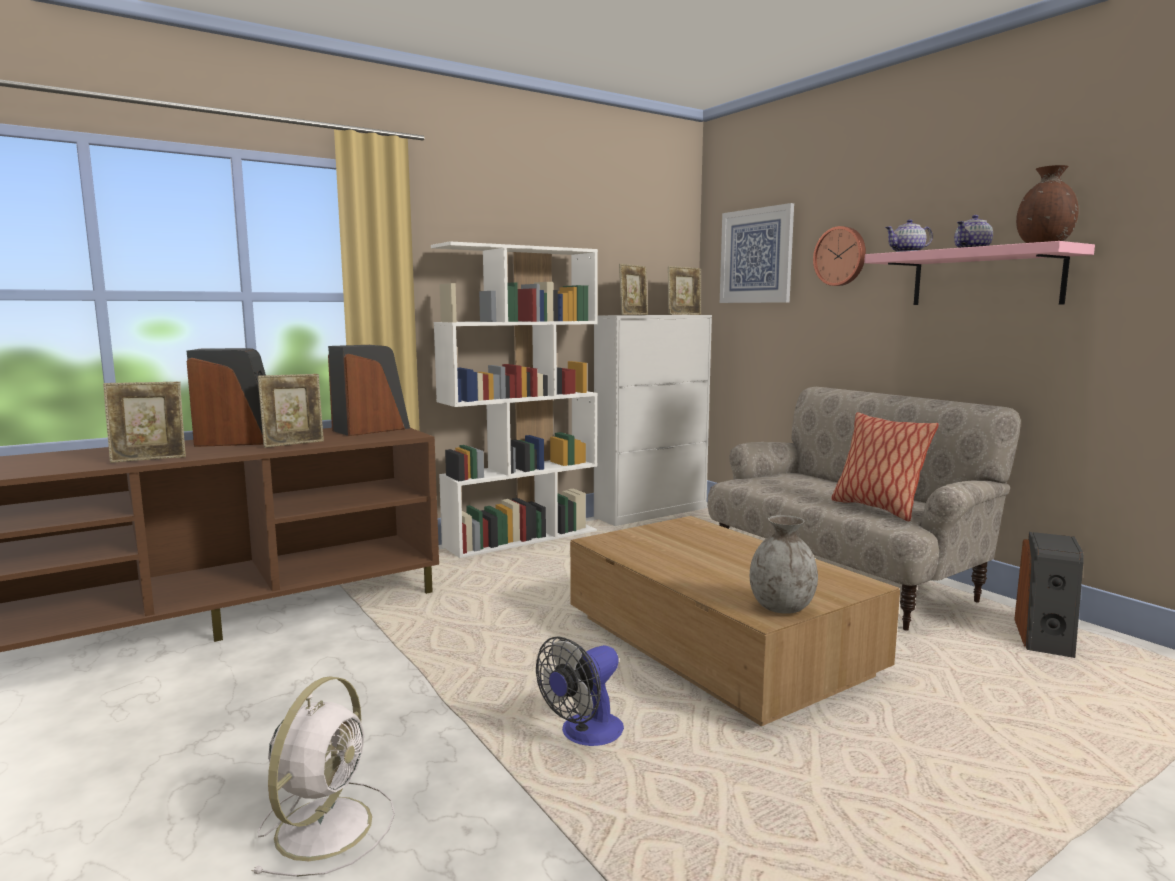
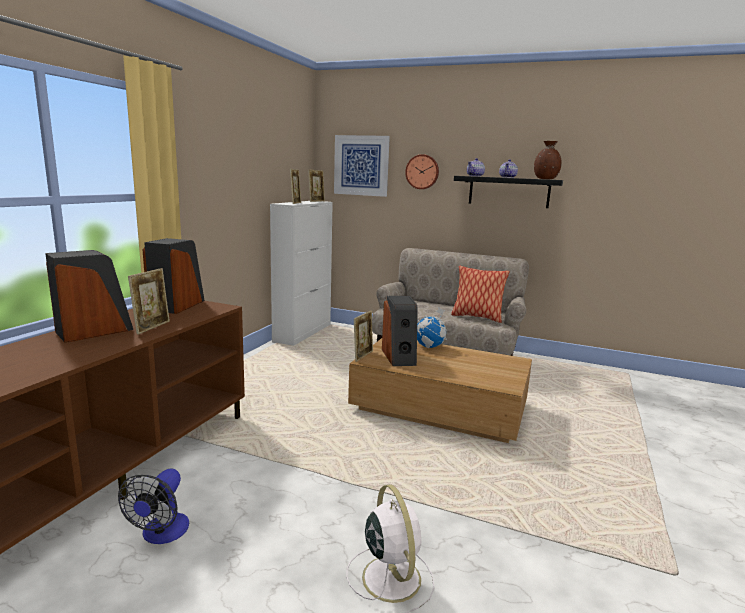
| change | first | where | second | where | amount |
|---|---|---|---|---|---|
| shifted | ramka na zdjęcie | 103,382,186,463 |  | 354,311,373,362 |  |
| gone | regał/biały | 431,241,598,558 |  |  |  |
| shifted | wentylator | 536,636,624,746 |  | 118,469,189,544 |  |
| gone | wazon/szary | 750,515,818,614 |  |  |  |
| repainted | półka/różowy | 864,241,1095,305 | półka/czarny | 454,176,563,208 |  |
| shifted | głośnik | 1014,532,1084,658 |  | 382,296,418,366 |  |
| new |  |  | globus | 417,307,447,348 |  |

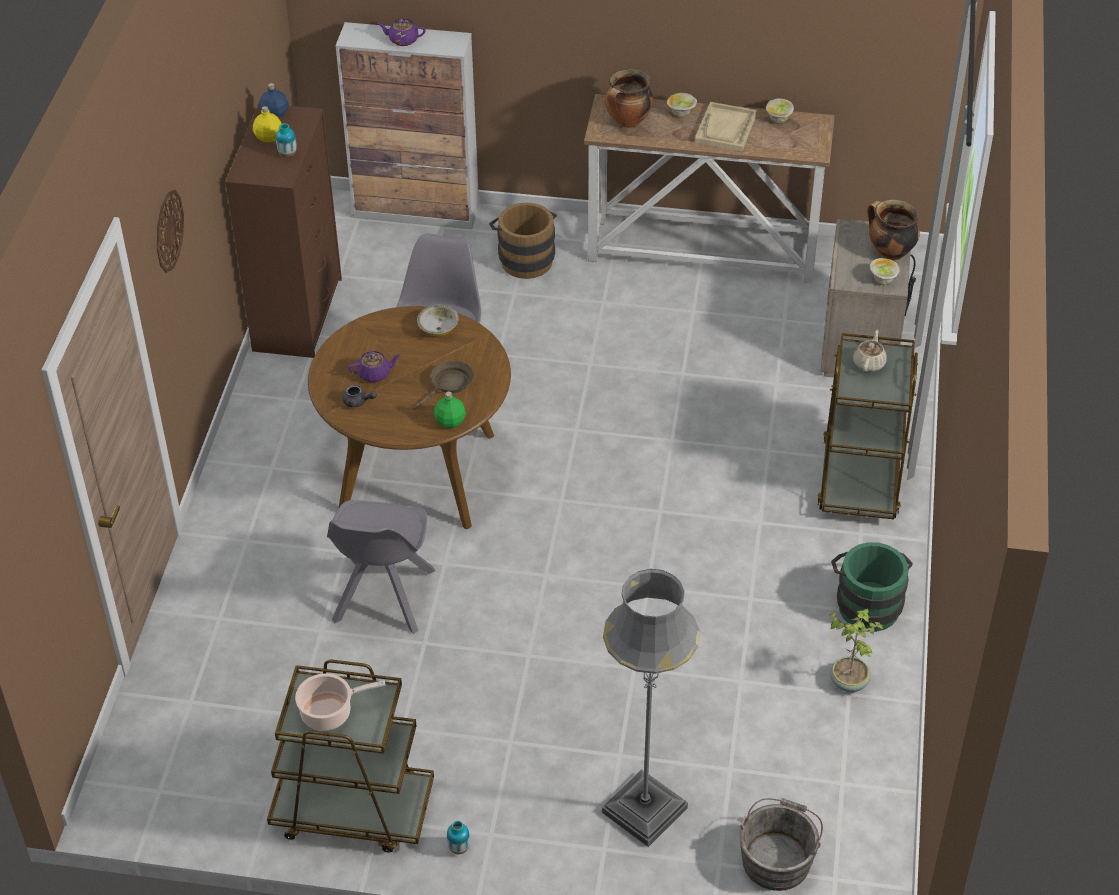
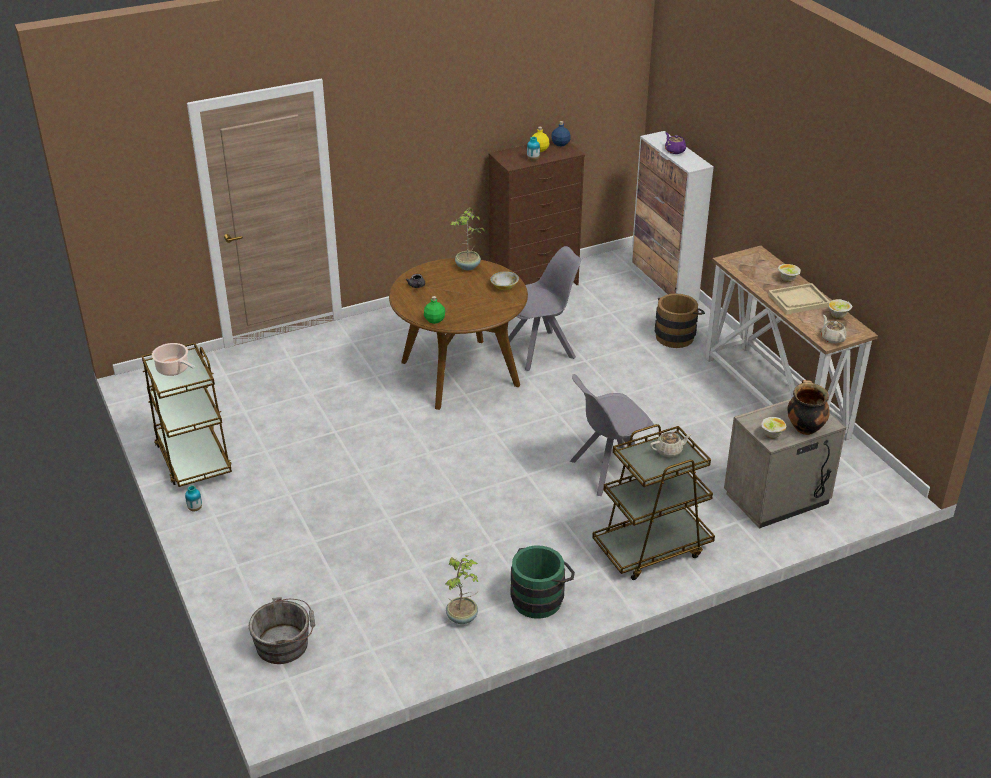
| change | first | where | second | where | amount |
|---|---|---|---|---|---|
| gone | zegar ścienny | 157,190,184,273 |  |  |  |
| shifted | krzesło/szary | 327,500,435,634 |  | 569,374,654,496 |  |
| gone | imbryk/fioletowy | 348,351,401,382 |  |  |  |
| gone | patelnia/brązowy | 413,361,474,410 |  |  |  |
| gone | lampa stojąca/szary | 602,569,700,847 |  |  |  |
| gone | garnek | 605,69,653,128 |  |  |  |
| new |  |  | roślina doniczkowa | 450,208,485,270 |  |
| new |  |  | imbryk/beżowy | 821,315,846,344 |  |

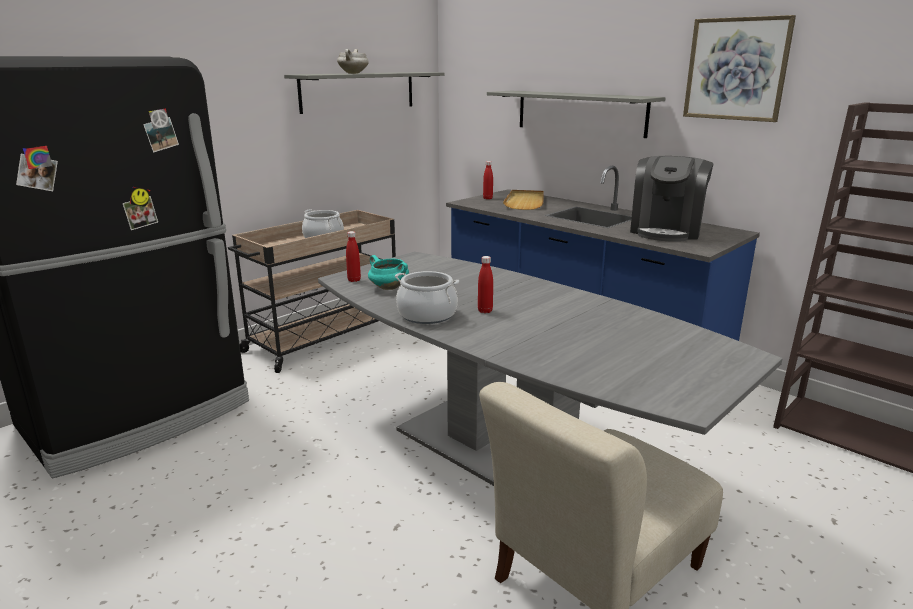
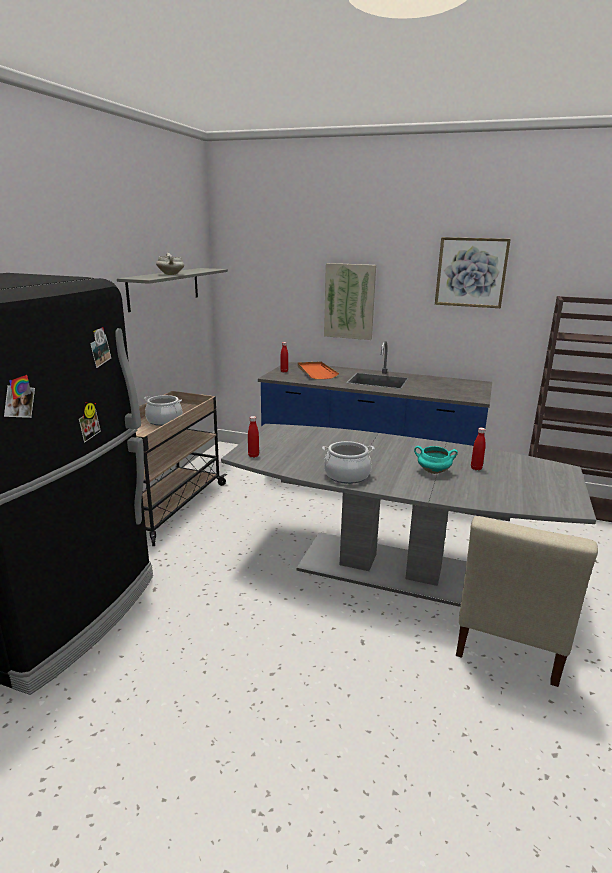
| change | first | where | second | where | amount |
|---|---|---|---|---|---|
| shifted | garnek/turkusowy | 368,255,409,290 |  | 414,446,458,474 |  |
| shifted | butelka/czerwony | 478,256,493,313 |  | 471,428,486,470 |  |
| swapped | półka/szary | 487,91,666,138 | obraz | 324,263,376,340 |  |
| repainted | taca/beżowy | 503,190,544,210 | taca/pomarańczowy | 297,361,339,379 |  |
| gone | ekspres do kawy | 630,156,713,242 |  |  |  |

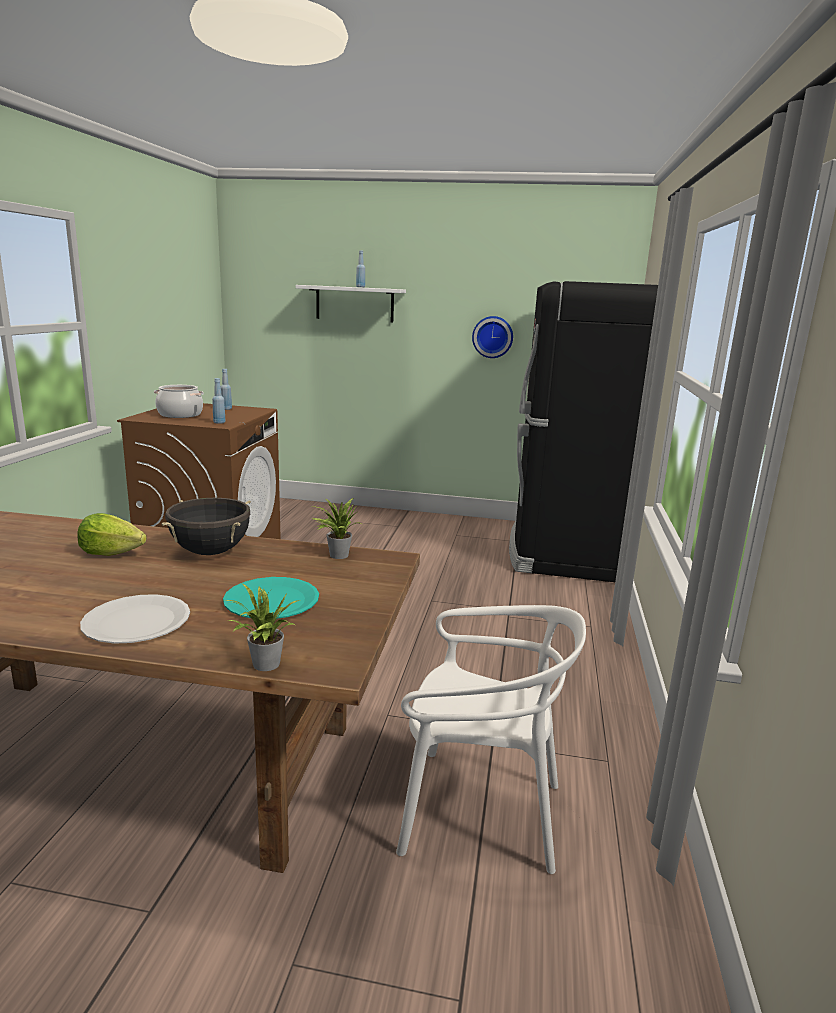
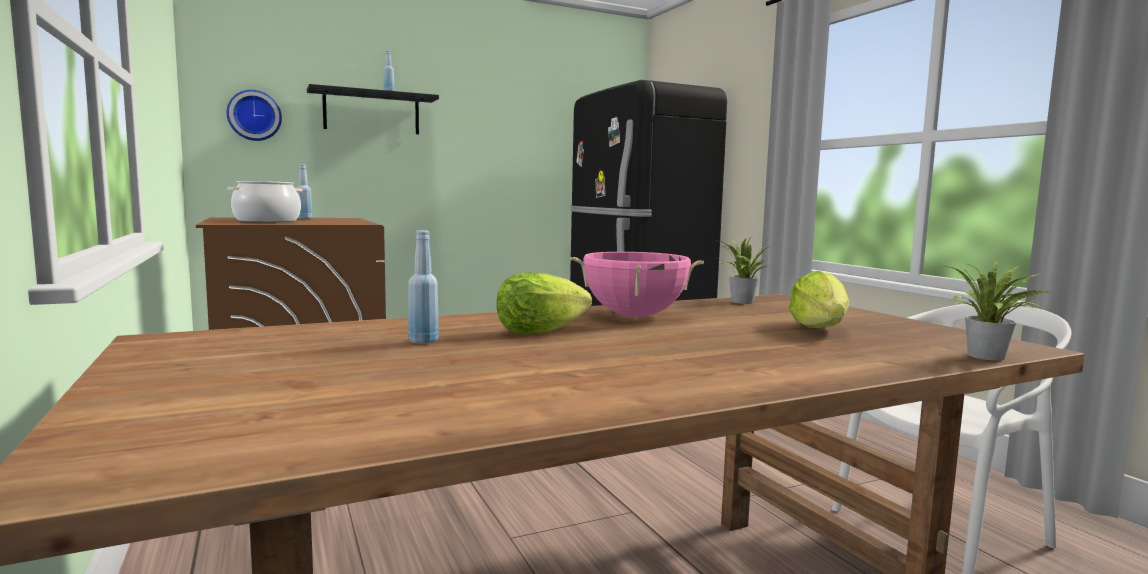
| change | first | where | second | where | amount |
|---|---|---|---|---|---|
| gone | talerz/biały | 80,594,190,644 |  |  |  |
| repainted | garnek/czarny | 162,498,251,555 | garnek/różowy | 570,252,704,317 |  |
| shifted | butelka/niebieski | 212,378,225,424 |  | 408,230,439,344 |  |
| swapped | talerz/turkusowy | 223,577,319,619 | sałata | 789,271,849,328 |  |
| repainted | półka/biały | 296,285,406,323 | półka/czarny | 307,84,439,134 |  |
| shifted | zegar ścienny | 472,316,513,358 |  | 227,90,282,141 |  |

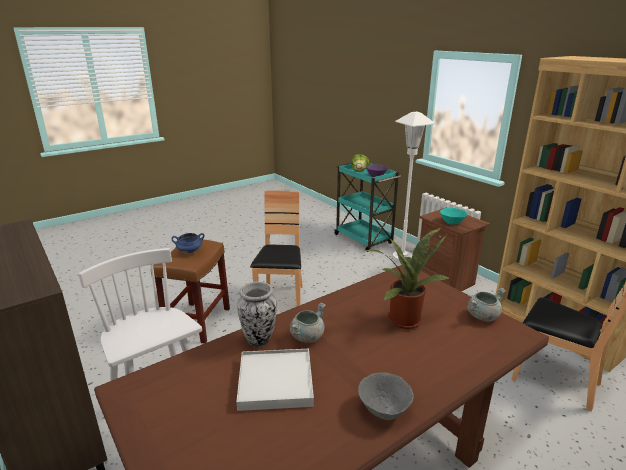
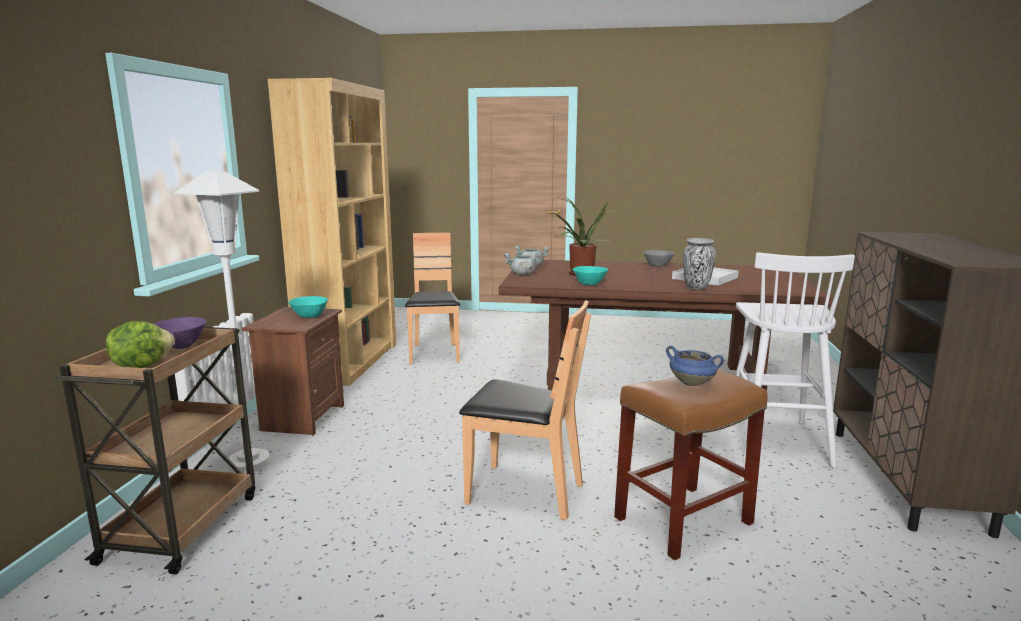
| change | first | where | second | where | amount |
|---|---|---|---|---|---|
| rotated | krzesło/brązowy | 250,191,303,306 |  | 459,300,591,520 | 120 degrees counterclockwise |
| shifted | garnek/szary | 290,302,326,343 |  | 504,252,541,275 |  |
| repainted | wózek/turkusowy | 334,163,401,252 | wózek/brązowy | 54,327,255,574 |  |
| new |  |  | miska/turkusowy | 573,266,608,285 |  |

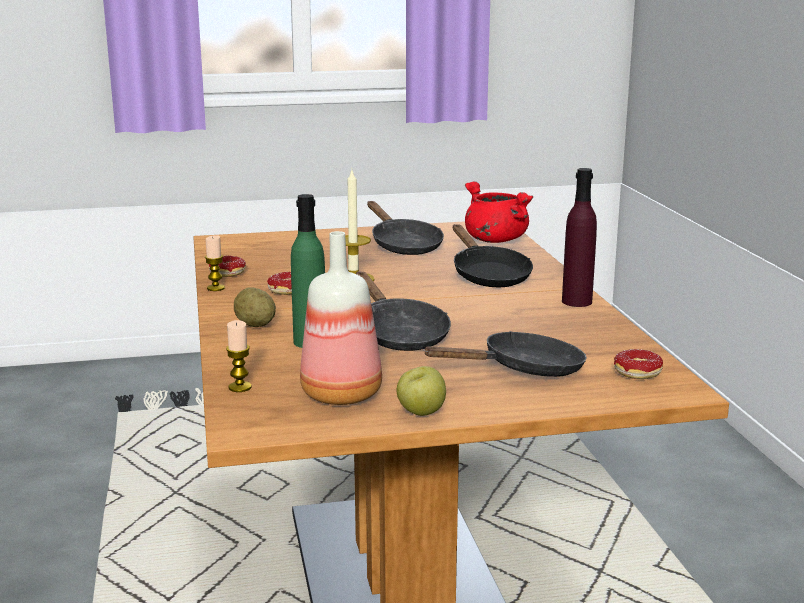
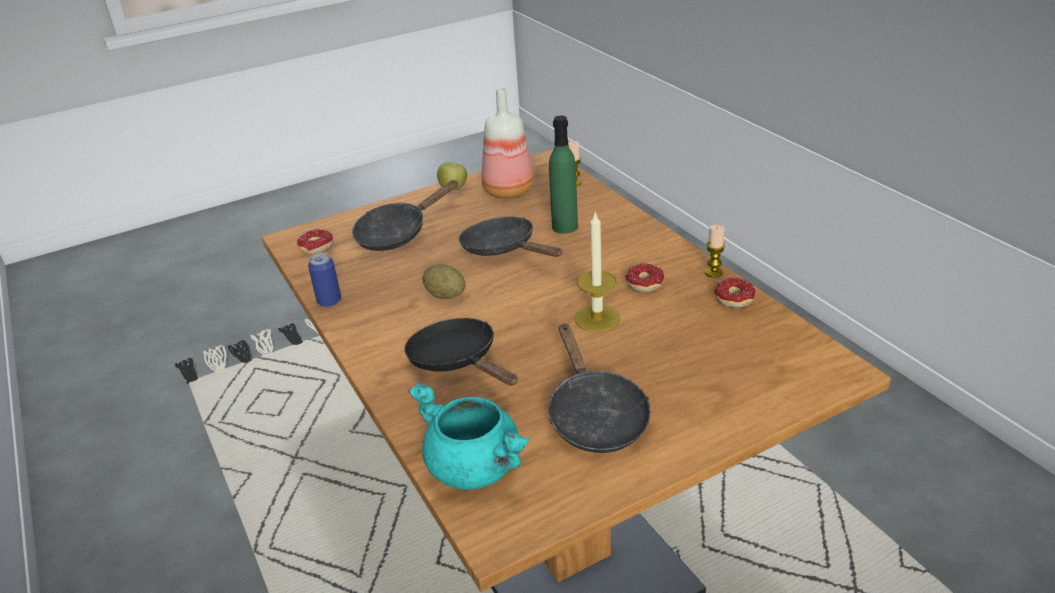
| change | first | where | second | where | amount |
|---|---|---|---|---|---|
| shifted | ziemniak | 234,287,276,327 |  | 422,264,466,299 |  |
| rotated | patelnia/czarny | 367,201,444,255 |  | 549,323,651,453 | 150 degrees counterclockwise |
| repainted | garnek/czerwony | 465,181,533,243 | garnek/turkusowy | 409,384,530,490 |  |
| gone | butelka/fioletowy | 562,168,597,307 |  |  |  |
| new |  |  | puszka | 308,253,341,307 |  |

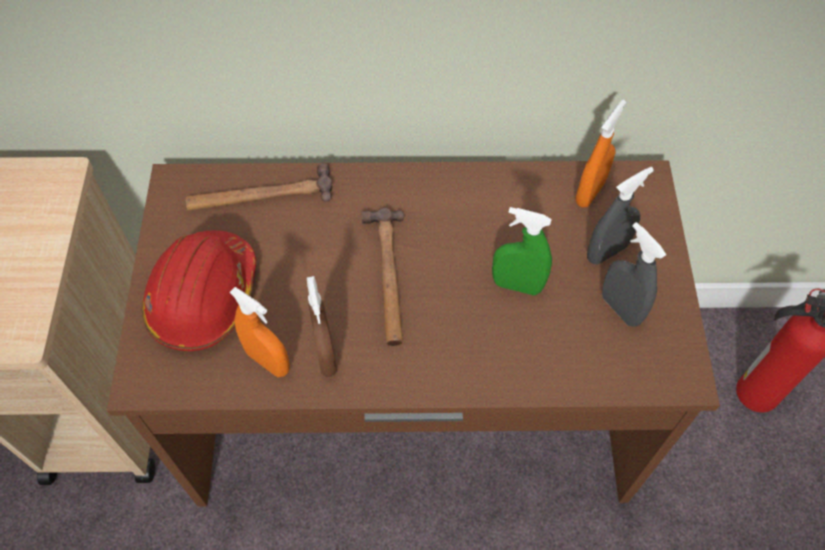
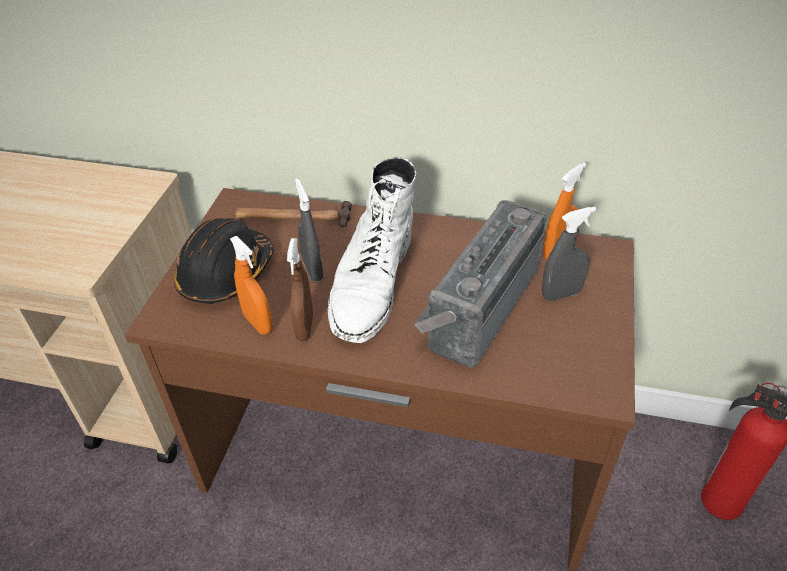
| change | first | where | second | where | amount |
|---|---|---|---|---|---|
| repainted | kask/czerwony | 141,230,256,351 | kask/czarny | 173,218,274,304 |  |
| swapped | młotek | 361,208,405,346 | but z cholewką/biały | 327,157,417,343 |  |
| swapped | spryskiwacz/zielony | 492,207,552,295 | radio | 414,200,546,368 |  |
| shifted | spryskiwacz/szary | 602,222,666,327 |  | 295,178,323,282 |  |

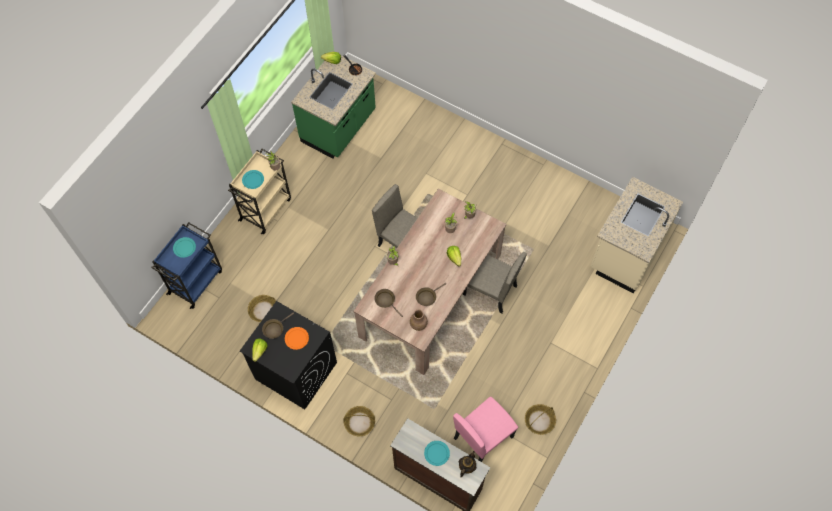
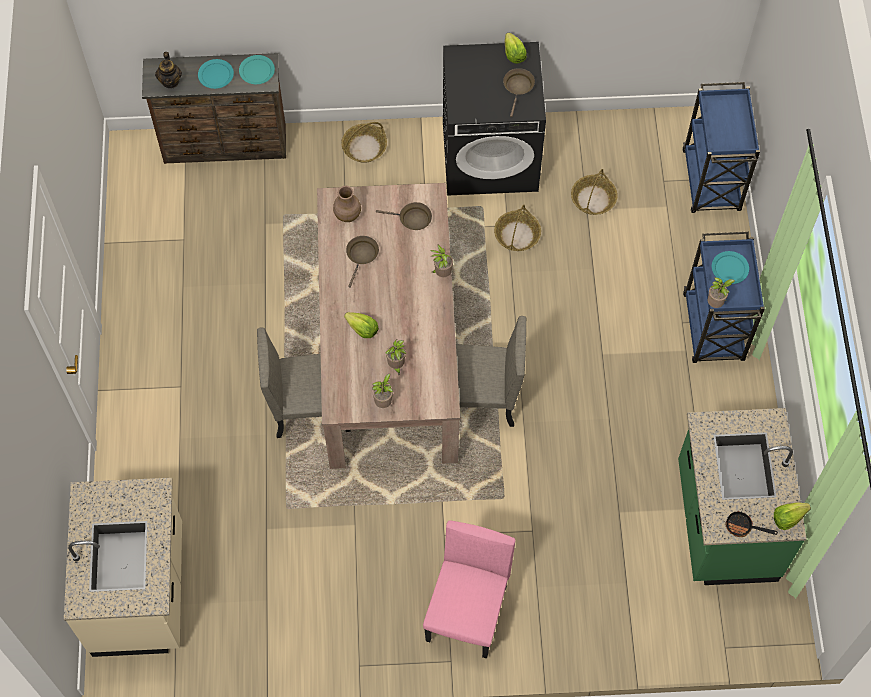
| change | first | where | second | where | amount |
|---|---|---|---|---|---|
| shifted | talerz/turkusowy | 173,237,196,258 |  | 239,55,275,84 |  |
| repainted | wózek/beżowy | 228,149,291,234 | wózek/niebieski | 683,232,765,363 |  |
| gone | talerz/pomarańczowy | 285,327,309,350 |  |  |  |
| shifted | krzesło/różowy | 453,397,518,462 |  | 423,520,515,658 |  |
| shifted | koszyk | 525,404,556,435 |  | 494,204,541,251 |  |

